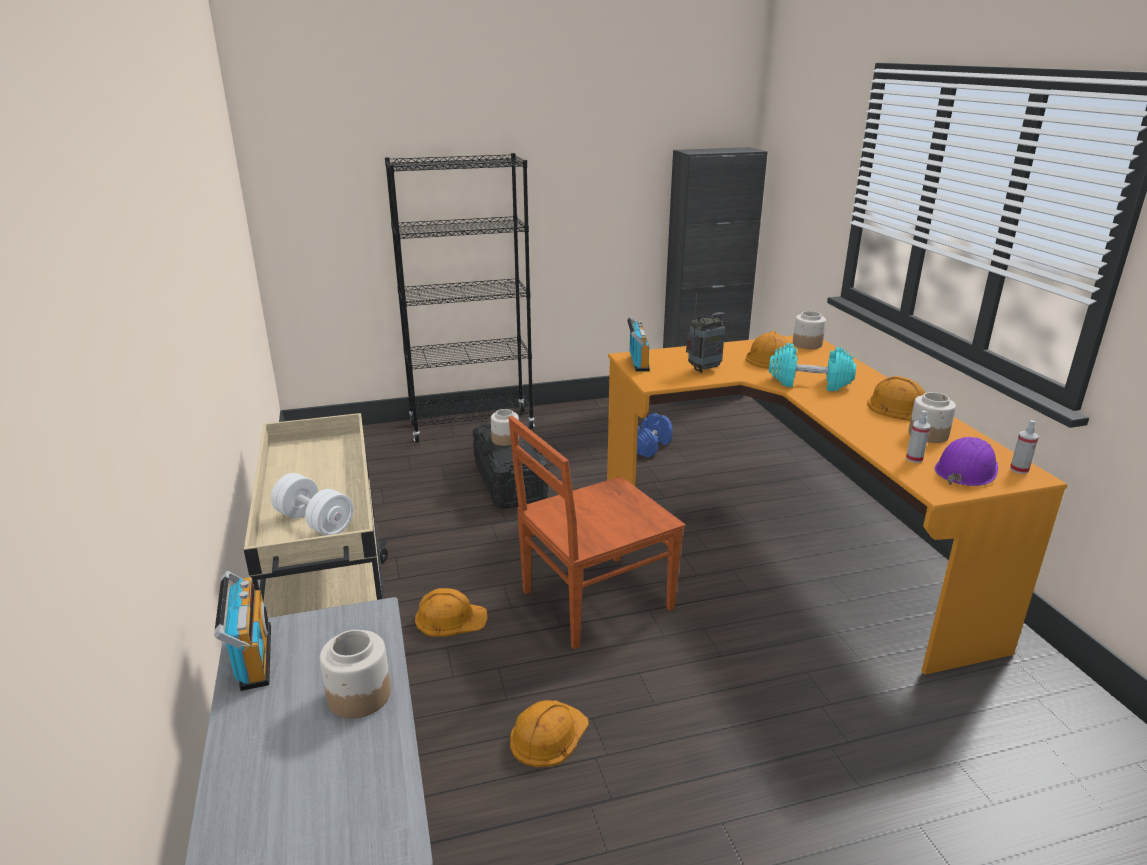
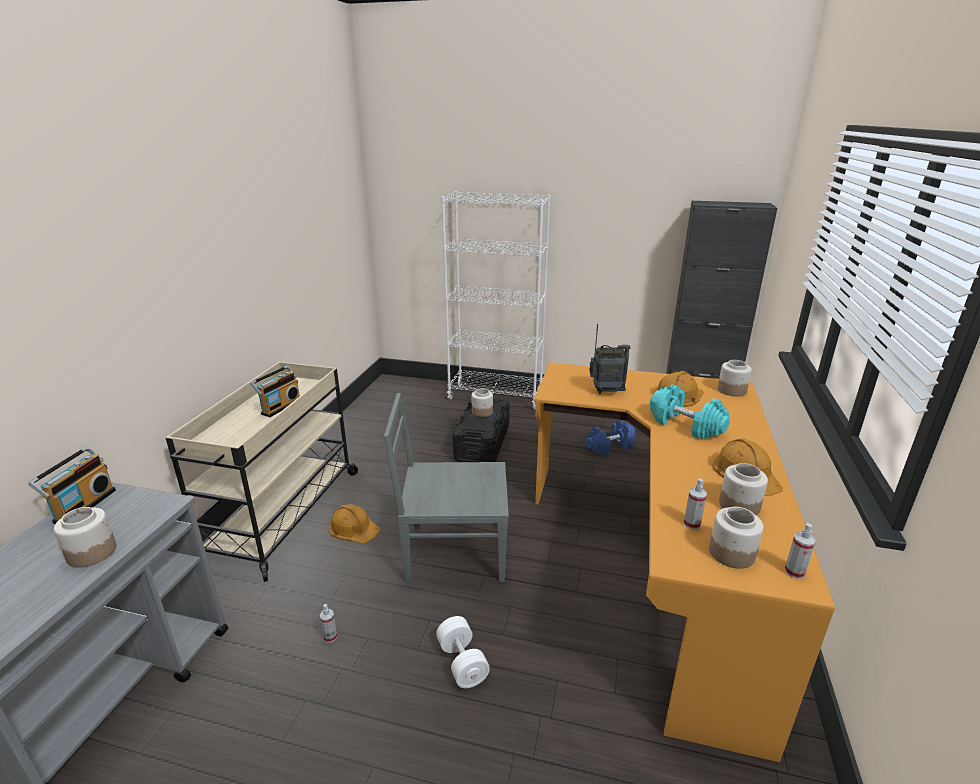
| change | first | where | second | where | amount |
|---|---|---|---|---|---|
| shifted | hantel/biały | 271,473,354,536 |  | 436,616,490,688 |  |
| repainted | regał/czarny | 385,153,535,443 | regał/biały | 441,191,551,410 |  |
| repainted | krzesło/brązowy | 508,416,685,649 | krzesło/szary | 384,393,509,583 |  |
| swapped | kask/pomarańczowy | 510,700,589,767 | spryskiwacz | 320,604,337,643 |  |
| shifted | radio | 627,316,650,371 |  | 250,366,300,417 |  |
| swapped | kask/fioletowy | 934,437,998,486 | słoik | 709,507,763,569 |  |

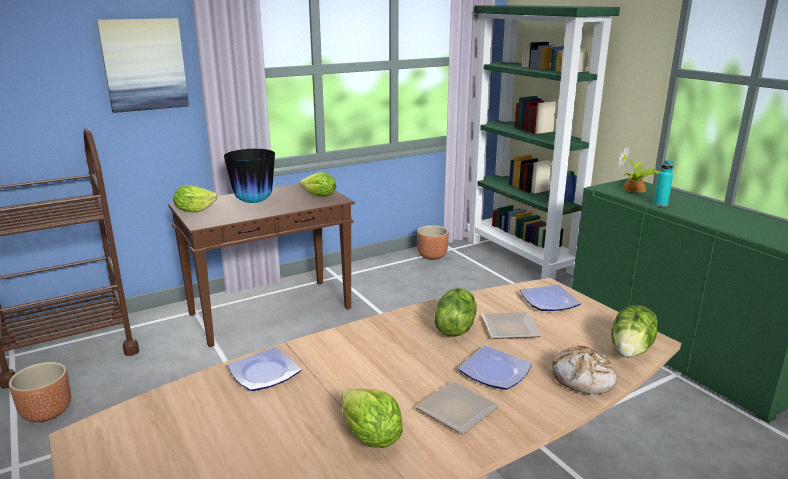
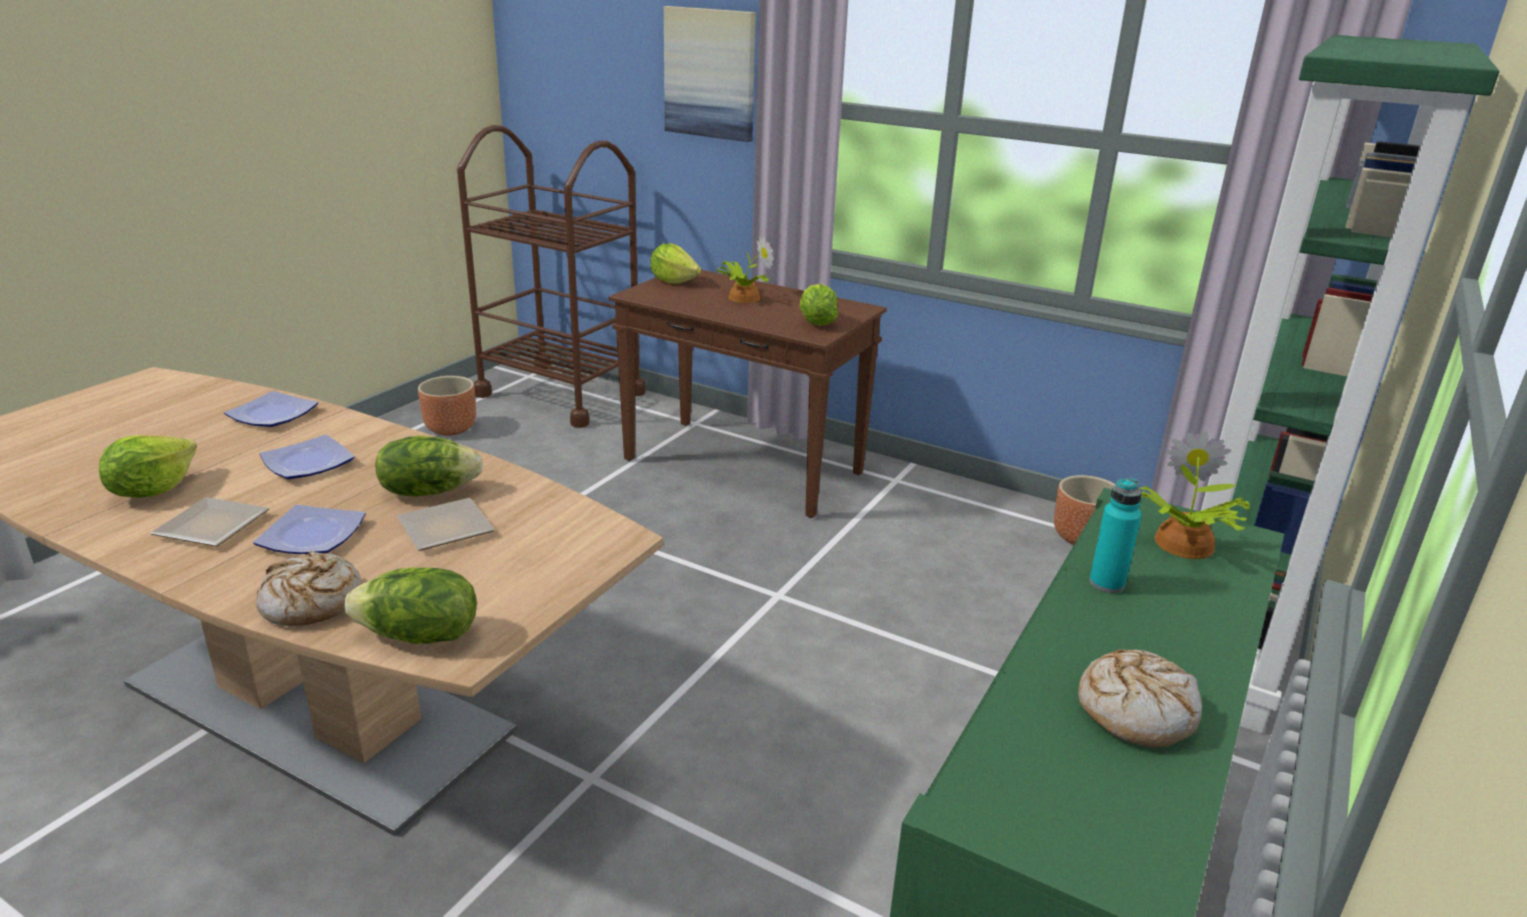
| change | first | where | second | where | amount |
|---|---|---|---|---|---|
| swapped | wazon | 224,149,275,203 | roślina doniczkowa | 716,237,774,303 |  |
| shifted | talerz | 520,284,581,311 |  | 260,435,354,479 |  |
| new |  |  | chleb | 1078,649,1202,748 |  |

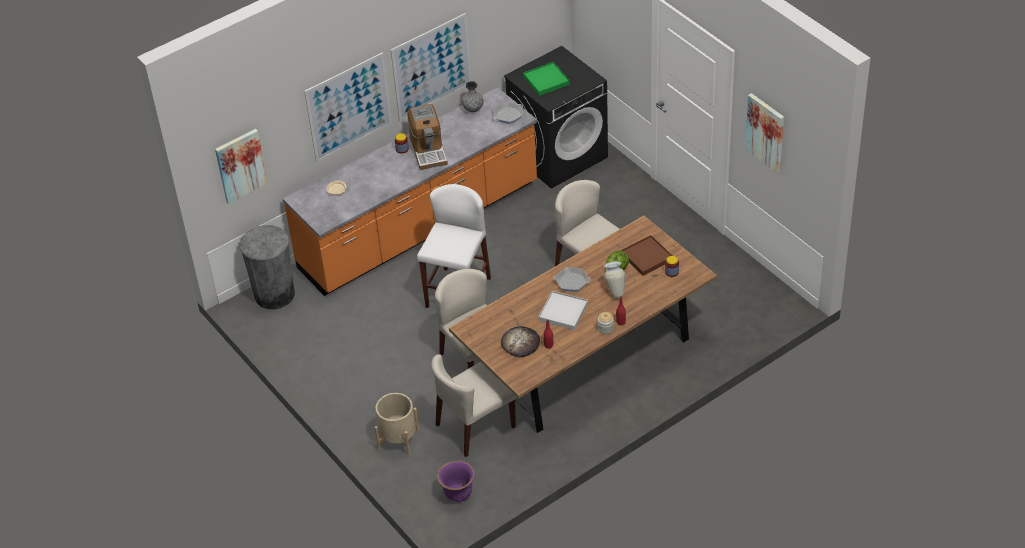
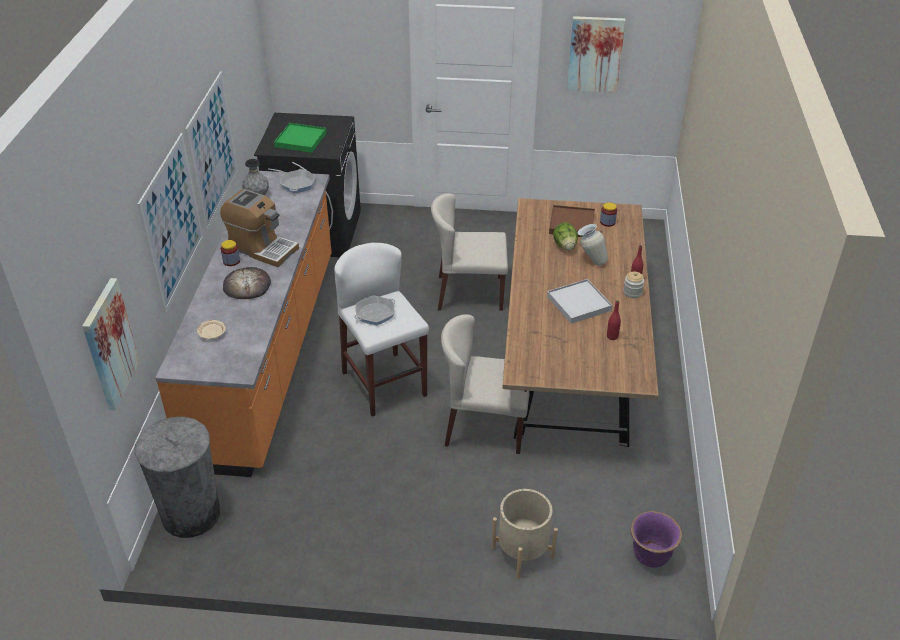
| change | first | where | second | where | amount |
|---|---|---|---|---|---|
| gone | krzesło/beżowy | 431,354,517,457 |  |  |  |
| shifted | chleb | 501,326,540,357 |  | 223,267,271,299 |  |
| shifted | patelnia | 553,267,591,292 |  | 354,295,395,325 |  |

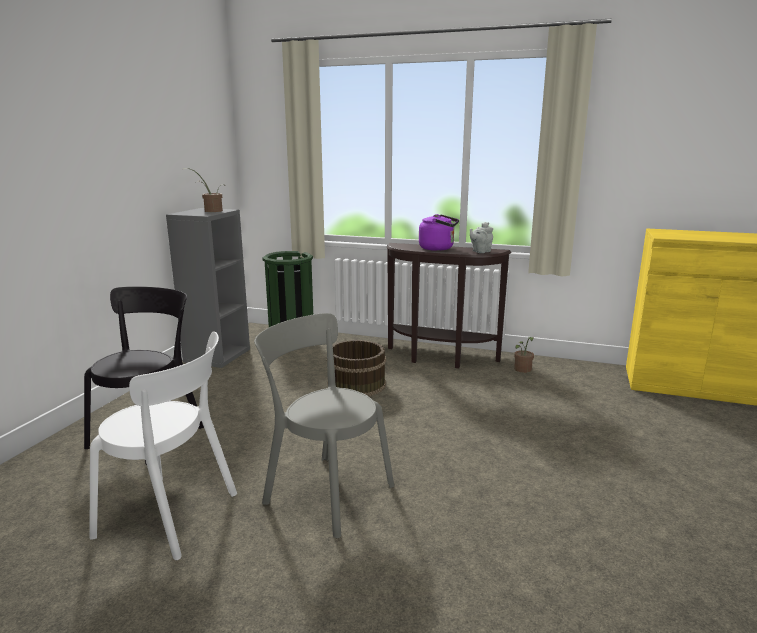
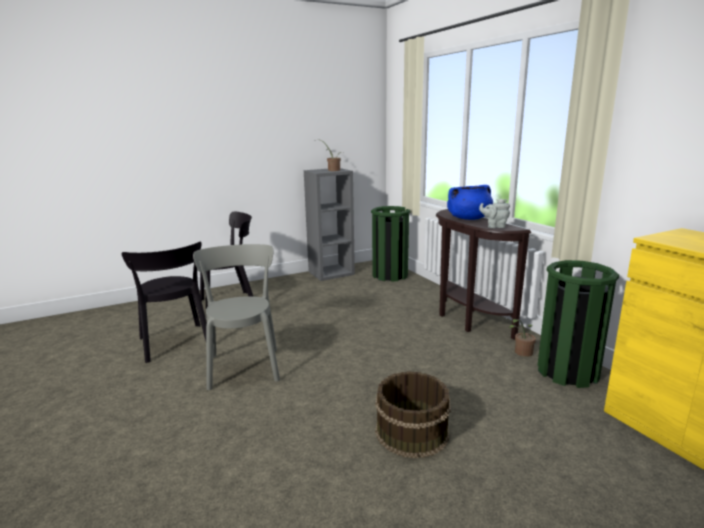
| change | first | where | second | where | amount |
|---|---|---|---|---|---|
| repainted | krzesło/biały | 89,332,237,560 | krzesło/czarny | 122,241,207,363 |  |
| shifted | wiadro/brązowy | 327,340,386,396 |  | 375,371,451,458 |  |
| swapped | czajnik/fioletowy | 419,214,459,251 | garnek/niebieski | 447,185,493,220 |  |
| new |  |  | kosz na śmieci/zielony | 538,260,619,388 |  |

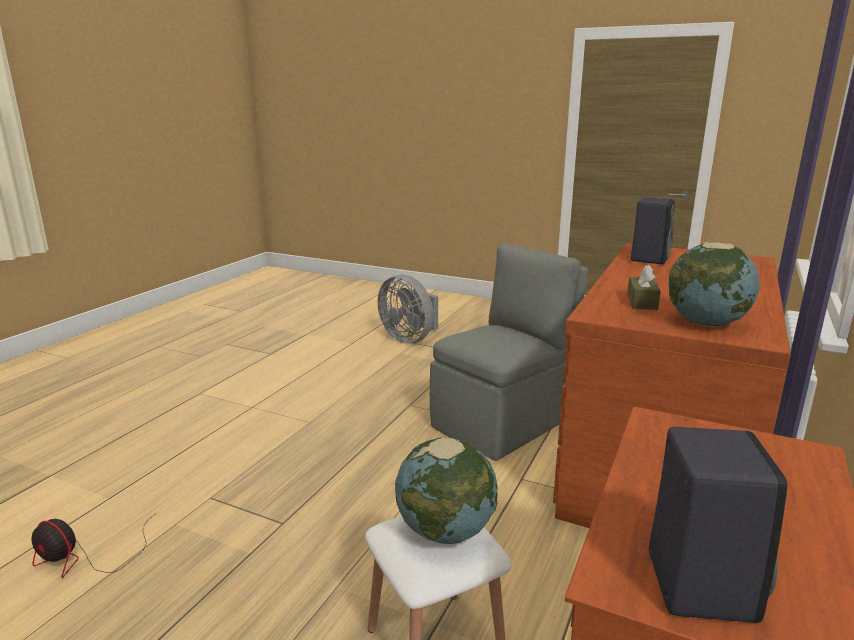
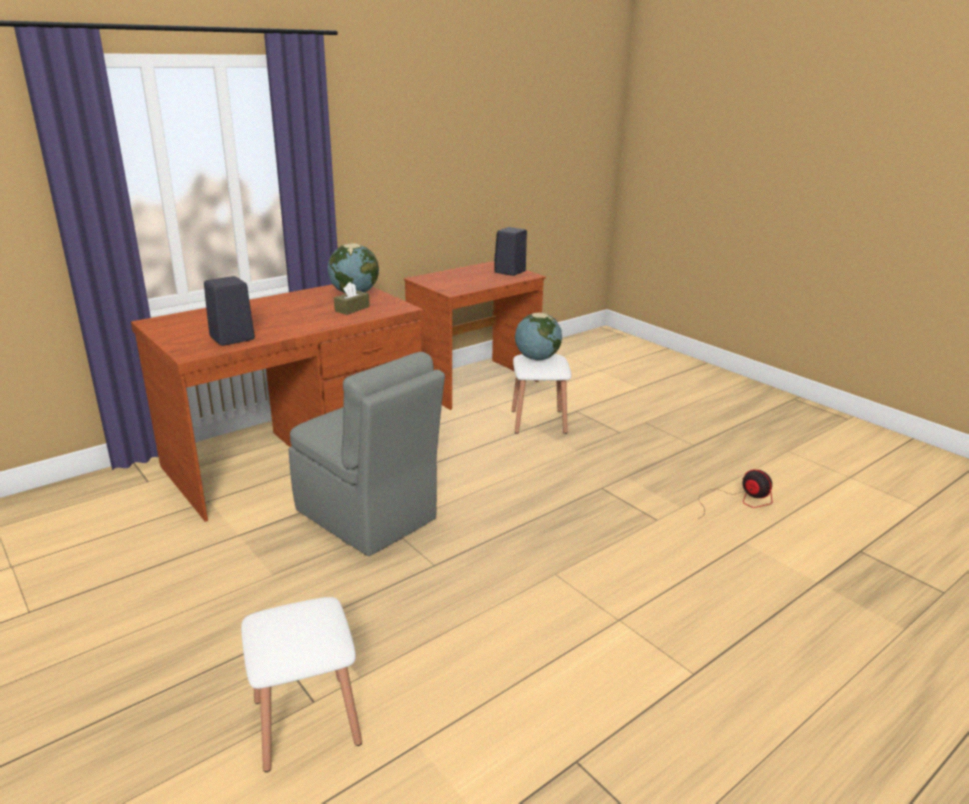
| change | first | where | second | where | amount |
|---|---|---|---|---|---|
| swapped | wentylator/szary | 378,274,438,344 | stołek/biały | 241,597,362,772 |  |
| rotated | krzesło/szary | 430,243,589,461 |  | 289,352,445,556 | 120 degrees counterclockwise |

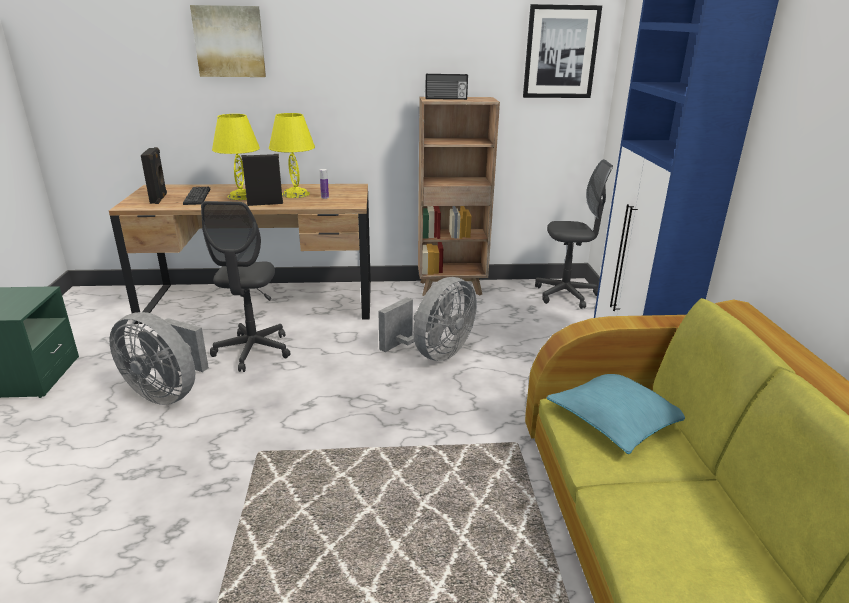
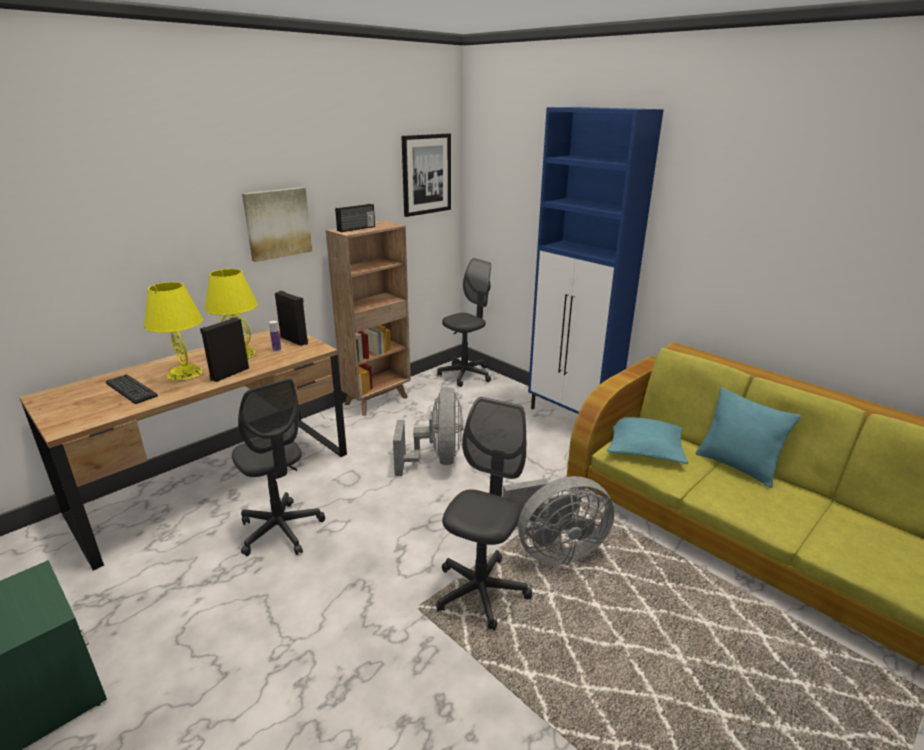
| change | first | where | second | where | amount |
|---|---|---|---|---|---|
| shifted | wentylator/szary | 110,312,209,405 |  | 503,476,614,565 |  |
| shifted | głośnik/czarny | 141,147,167,204 |  | 275,291,308,346 |  |
| shifted | obraz | 190,5,266,77 |  | 242,187,312,262 |  |
| new |  |  | krzesło biurowe/szary | 436,397,532,631 |  |
| new |  |  | poduszka/turkusowy | 696,387,801,488 |  |

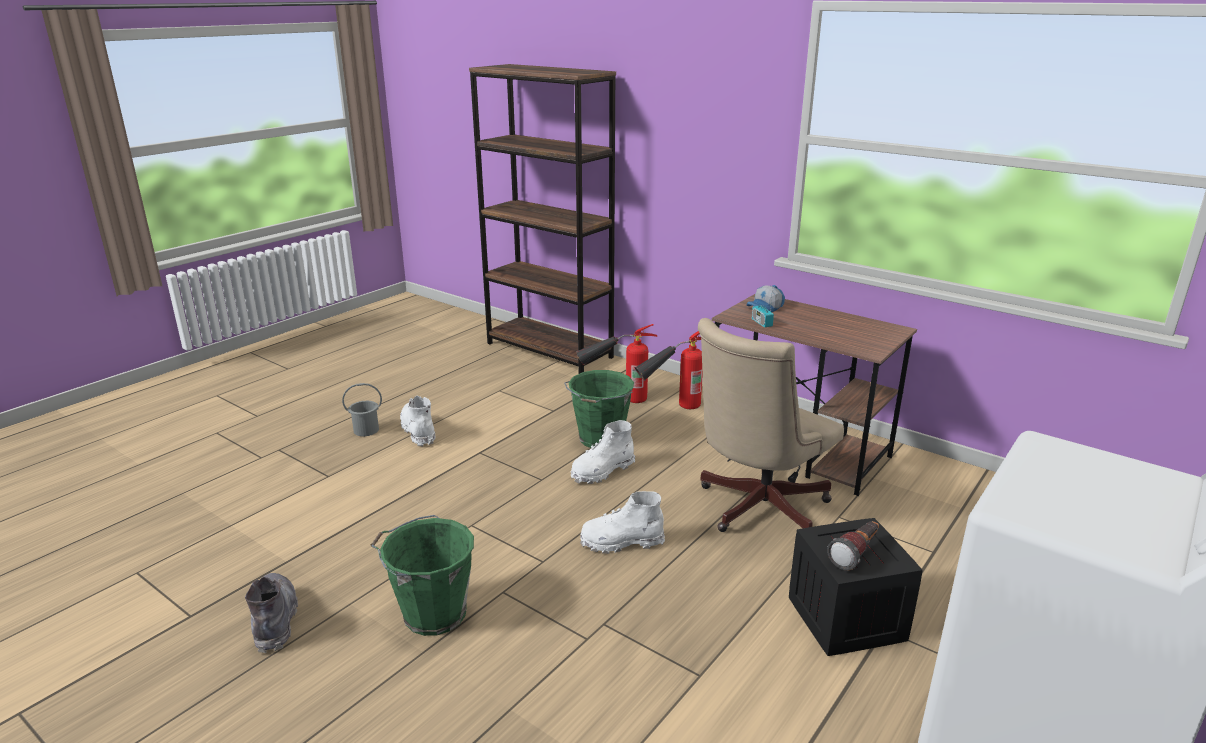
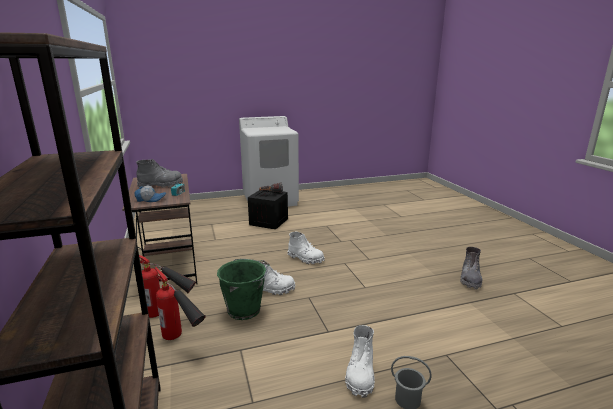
| change | first | where | second | where | amount |
|---|---|---|---|---|---|
| gone | wiadro/zielony | 371,515,474,636 |  |  |  |
| gone | krzesło biurowe/beżowy | 698,318,844,532 |  |  |  |
| new |  |  | but z cholewką/szary | 136,159,183,188 |  |

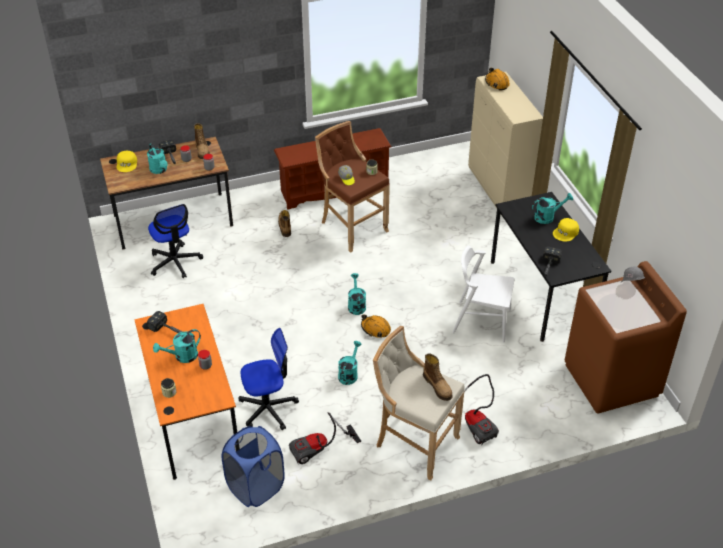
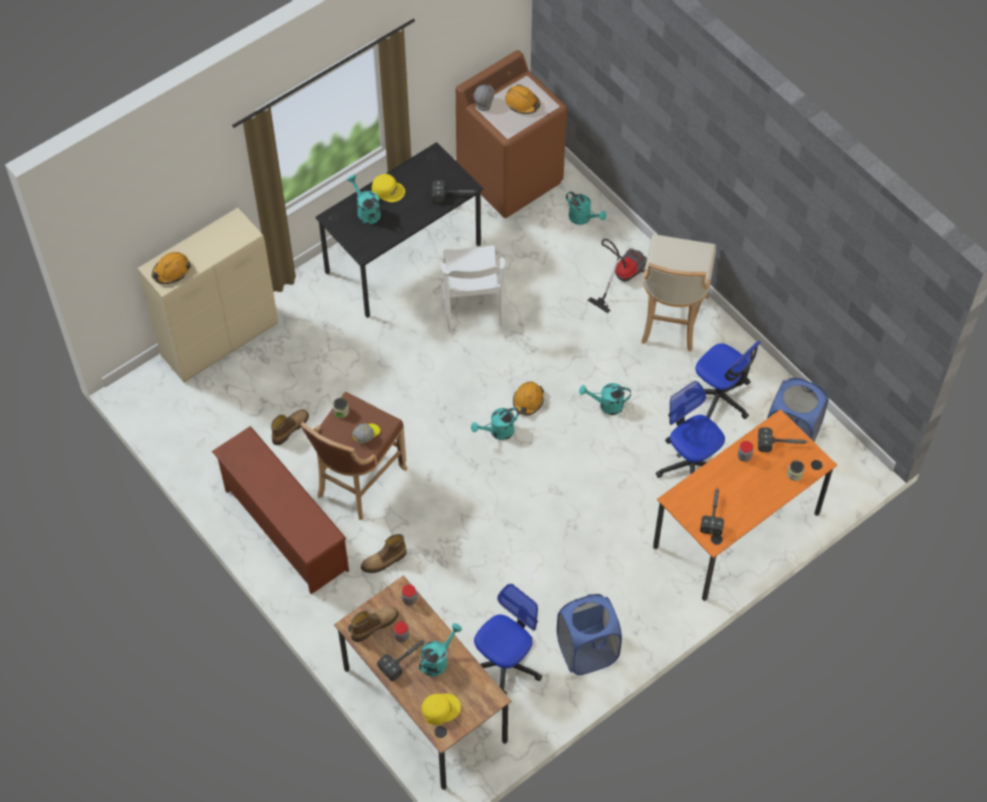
| change | first | where | second | where | amount |
|---|---|---|---|---|---|
| shifted | konewka/turkusowy | 153,329,201,363 |  | 566,191,607,225 |  |
| swapped | odkurzacz | 289,412,361,464 | krzesło biurowe | 696,341,761,419 |  |
| shifted | but z cholewką | 423,353,452,401 |  | 271,409,309,445 |  |
| new |  |  | kask/pomarańczowy | 505,84,540,114 |  |
| new |  |  | kosz na pranie/niebieski | 557,594,622,675 |  |
| new |  |  | młotek | 758,427,806,452 |  |

